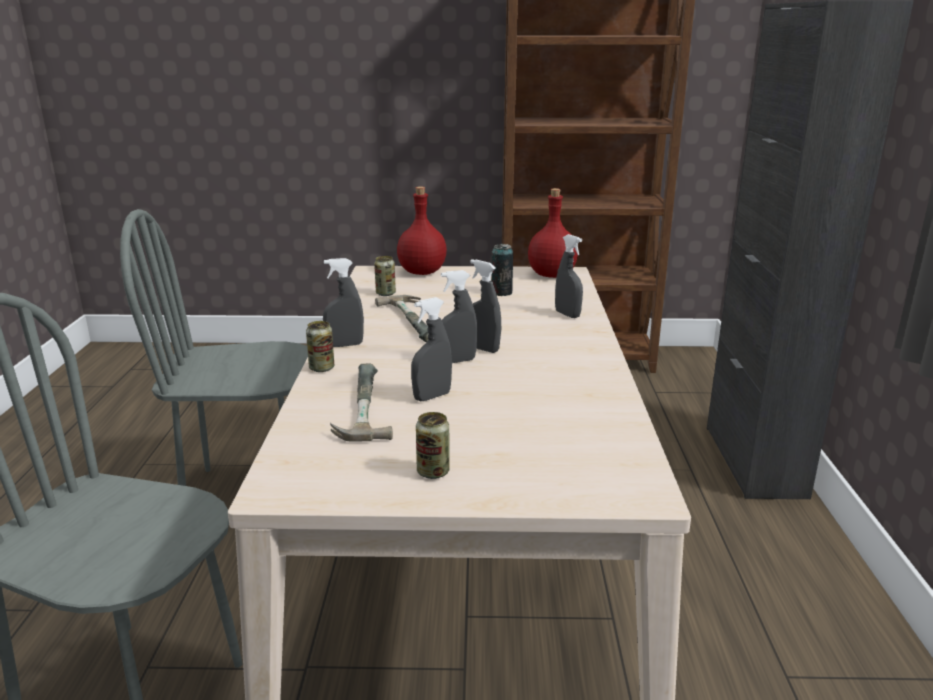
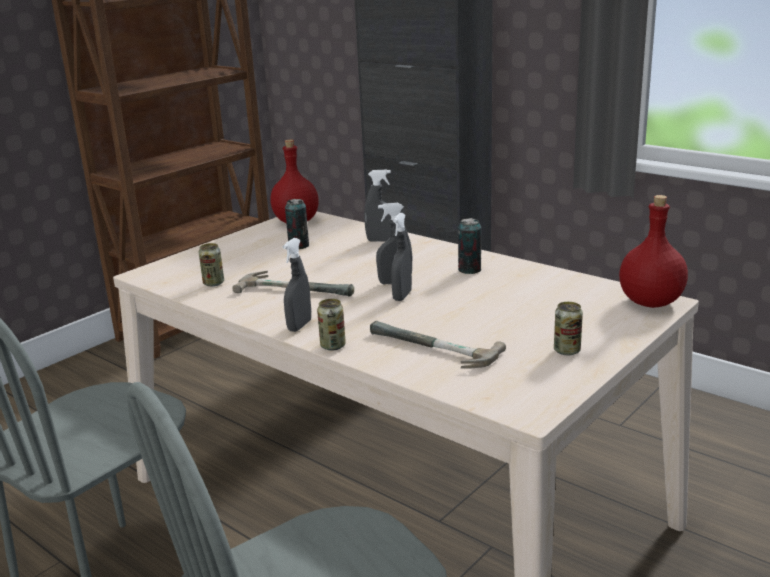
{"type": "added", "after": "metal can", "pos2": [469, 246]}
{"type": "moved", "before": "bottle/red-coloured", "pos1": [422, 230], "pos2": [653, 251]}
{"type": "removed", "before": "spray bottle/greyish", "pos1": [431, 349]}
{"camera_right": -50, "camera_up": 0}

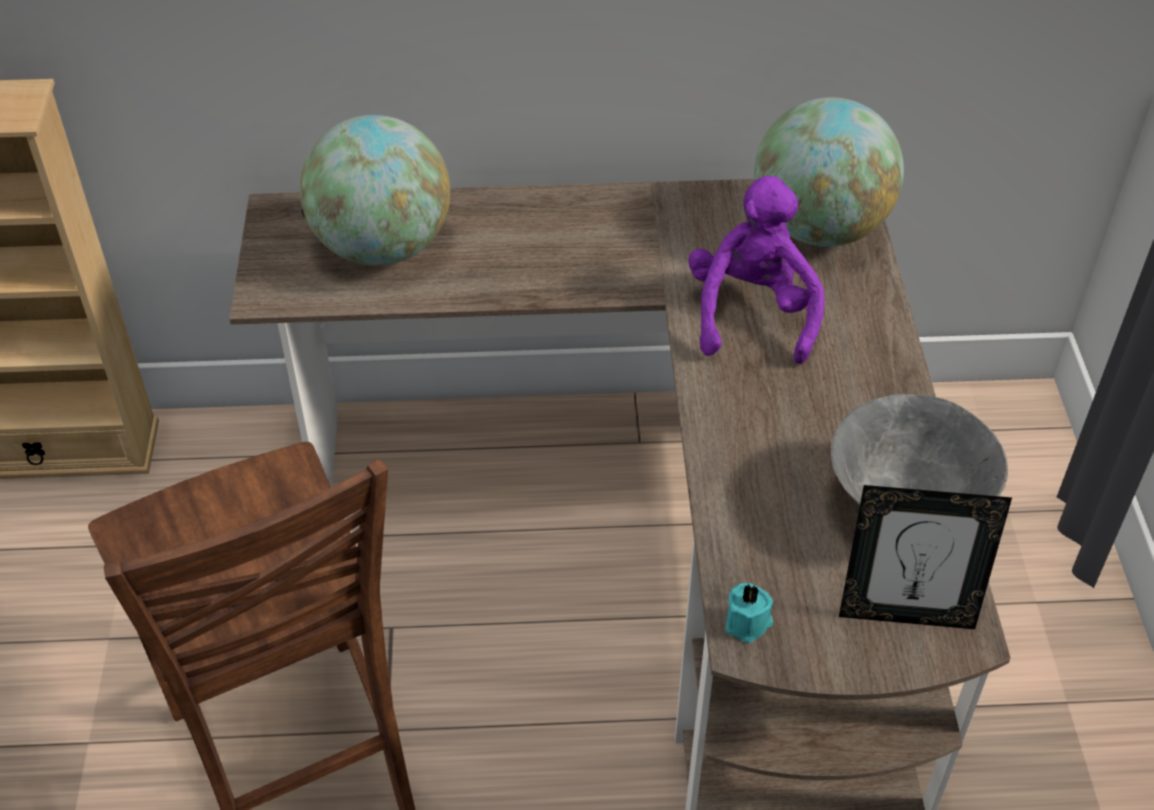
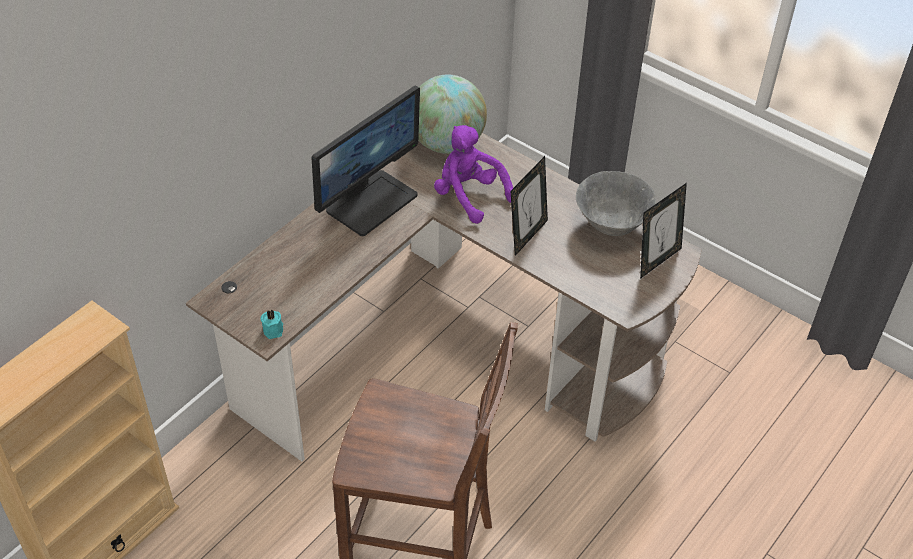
{"type": "moved", "before": "wax candle/turquoise", "pos1": [749, 613], "pos2": [271, 324]}
{"type": "added", "after": "computer display", "pos2": [366, 160]}
{"type": "added", "after": "standing frame", "pos2": [529, 206]}
{"type": "removed", "before": "world globe", "pos1": [375, 190]}
{"camera_right": -50, "camera_up": 0}

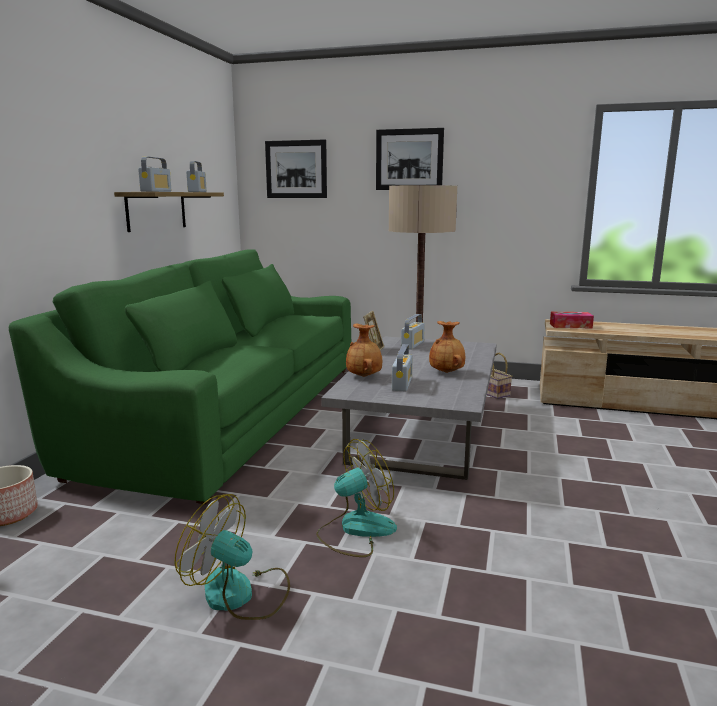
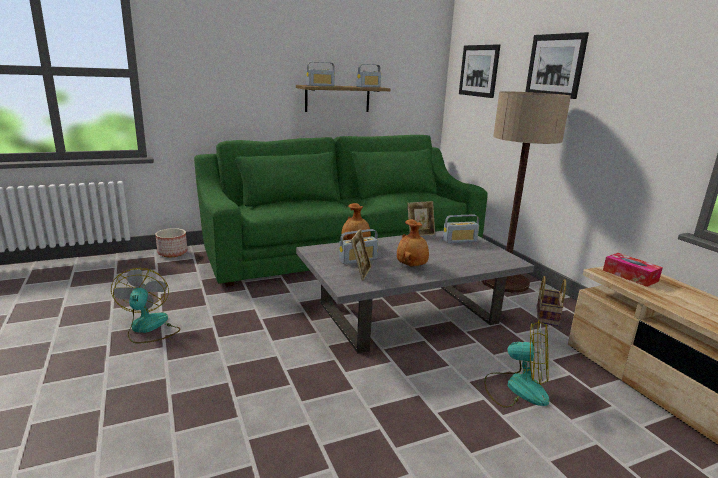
{"type": "added", "after": "standing frame", "pos2": [361, 255]}
{"type": "moved", "before": "cooling fan", "pos1": [356, 498], "pos2": [517, 364]}
{"camera_right": 50, "camera_up": 5}

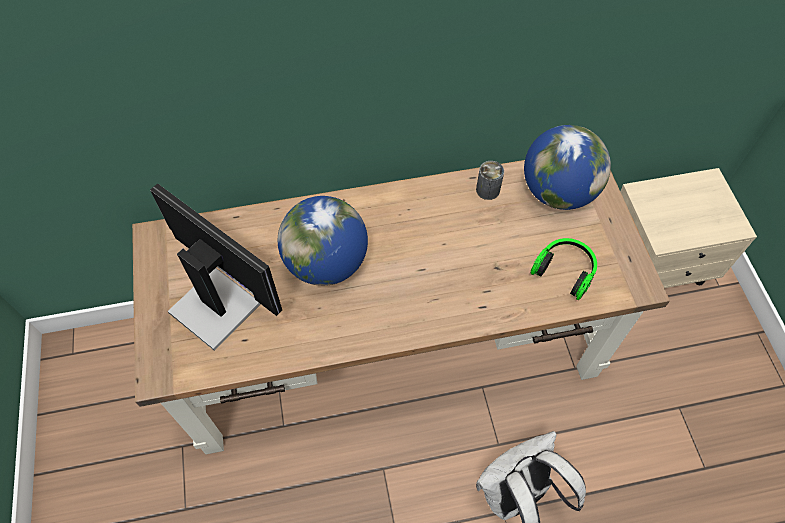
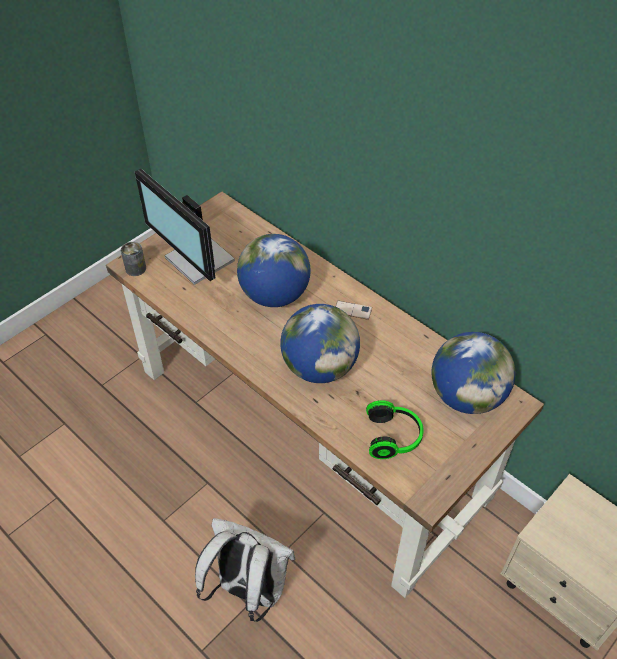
{"type": "moved", "before": "metal can", "pos1": [490, 180], "pos2": [133, 259]}
{"type": "turned", "before": "computer display", "pos1": [216, 267], "pos2": [185, 227], "turn": 135}
{"type": "added", "after": "world globe", "pos2": [320, 343]}
{"type": "added", "after": "handset", "pos2": [353, 310]}
{"camera_right": 55, "camera_up": -10}

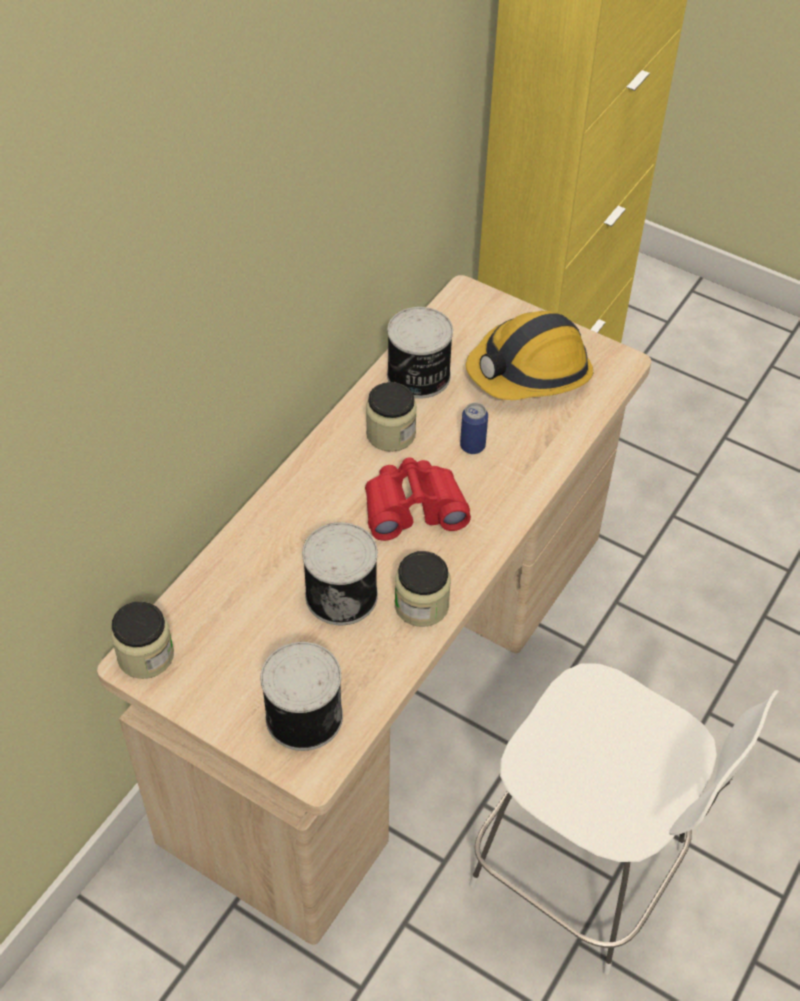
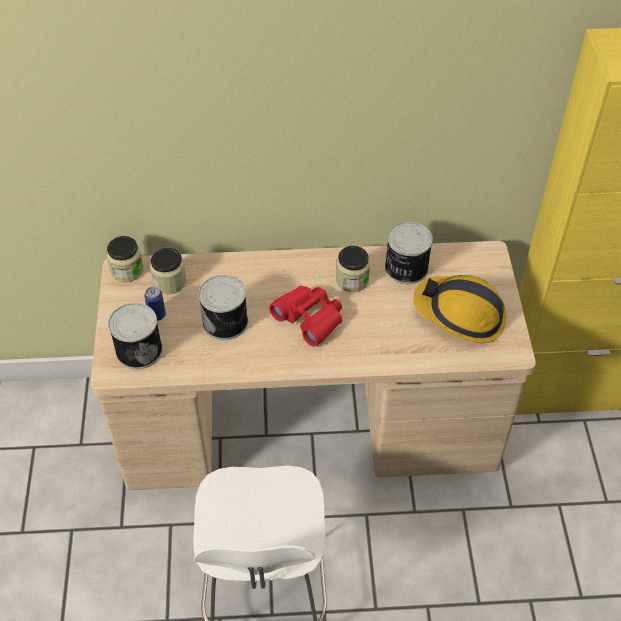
{"type": "moved", "before": "metal can", "pos1": [474, 428], "pos2": [155, 303]}
{"type": "moved", "before": "preserve jar", "pos1": [423, 589], "pos2": [168, 271]}
{"camera_right": 55, "camera_up": 0}

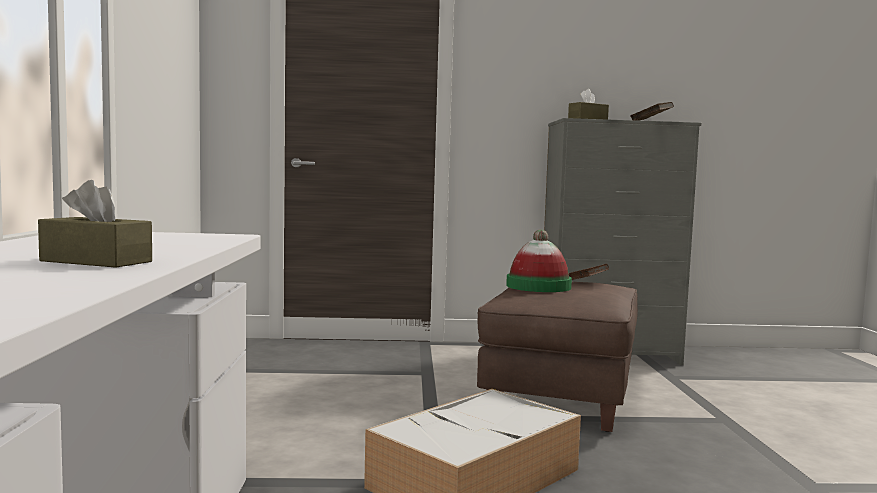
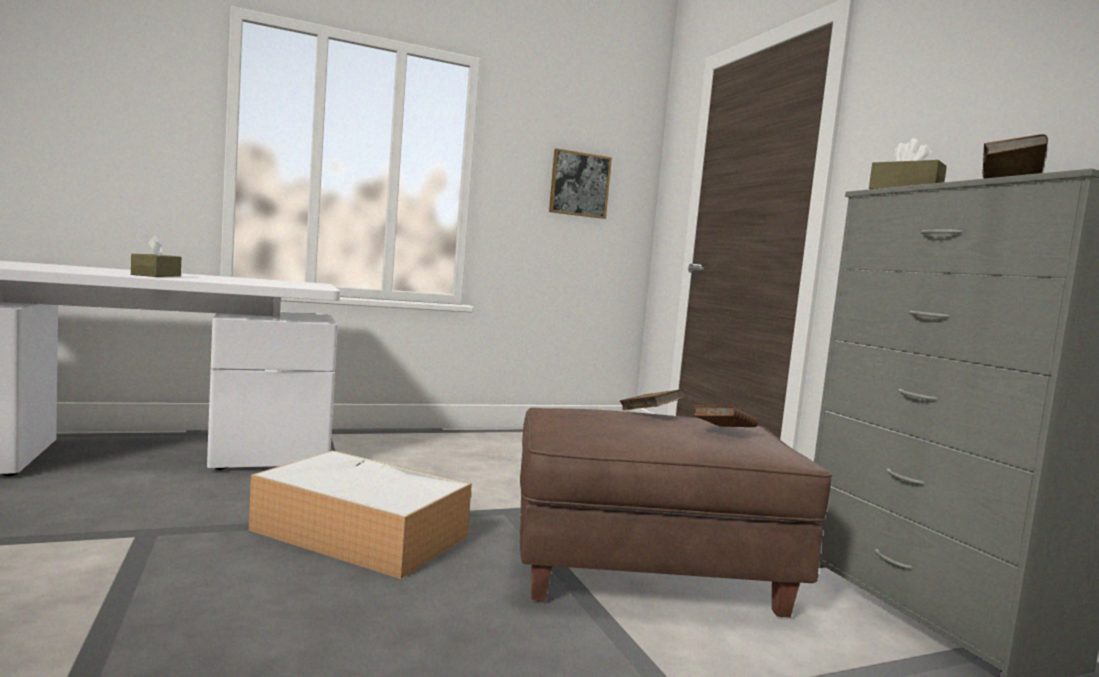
{"type": "added", "after": "picture", "pos2": [580, 183]}
{"type": "replaced", "before": "clothing hat", "after": "bound book/brown-coloured", "pos1": [539, 260], "pos2": [652, 399]}
{"camera_right": 70, "camera_up": 0}

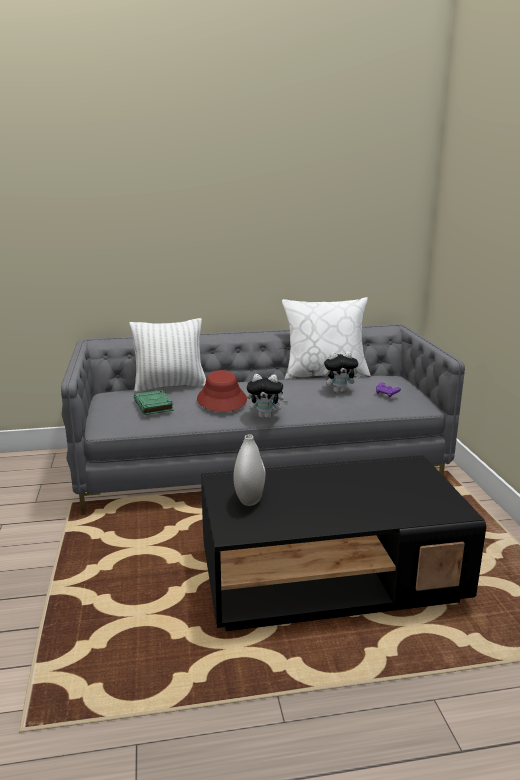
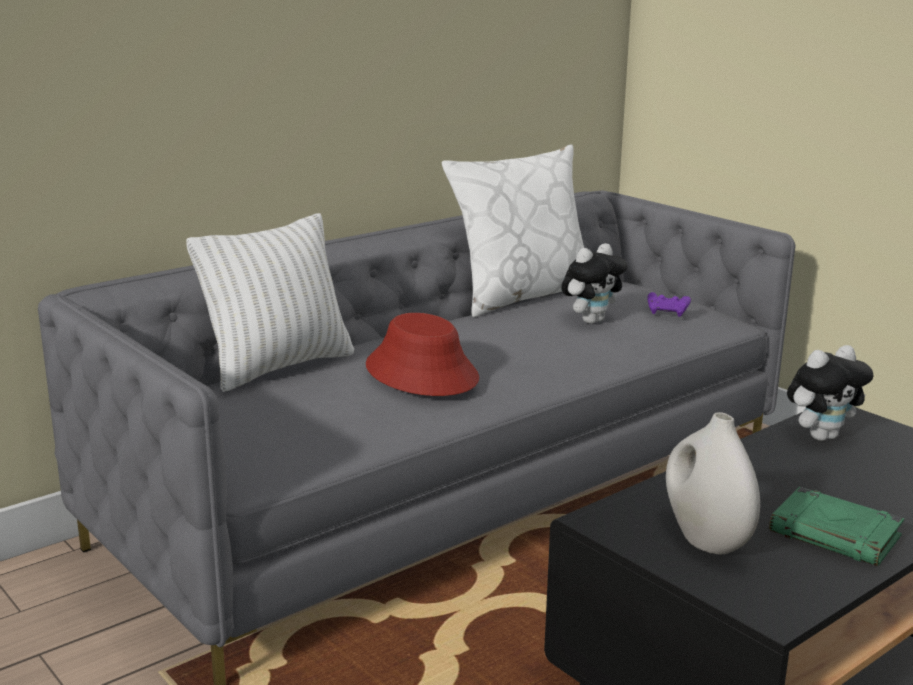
{"type": "moved", "before": "bound book/green-coloured", "pos1": [154, 402], "pos2": [836, 526]}
{"type": "moved", "before": "plush toy", "pos1": [267, 396], "pos2": [830, 393]}
{"camera_right": -30, "camera_up": 0}

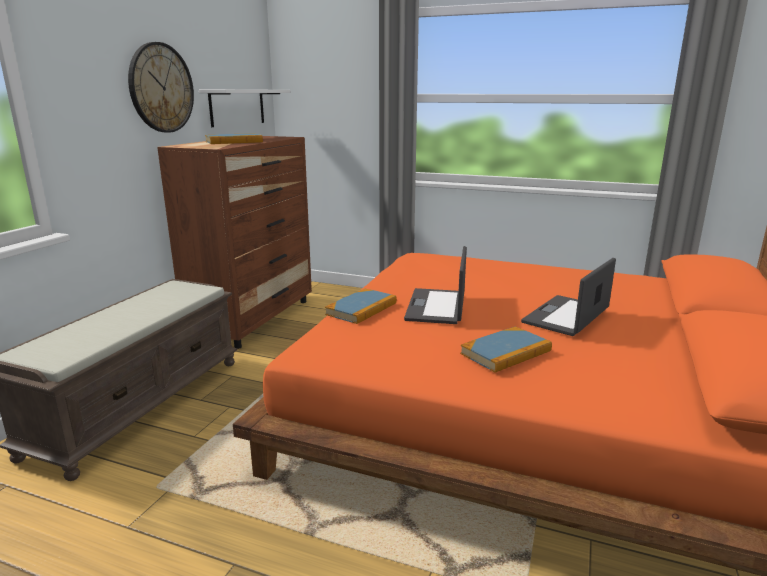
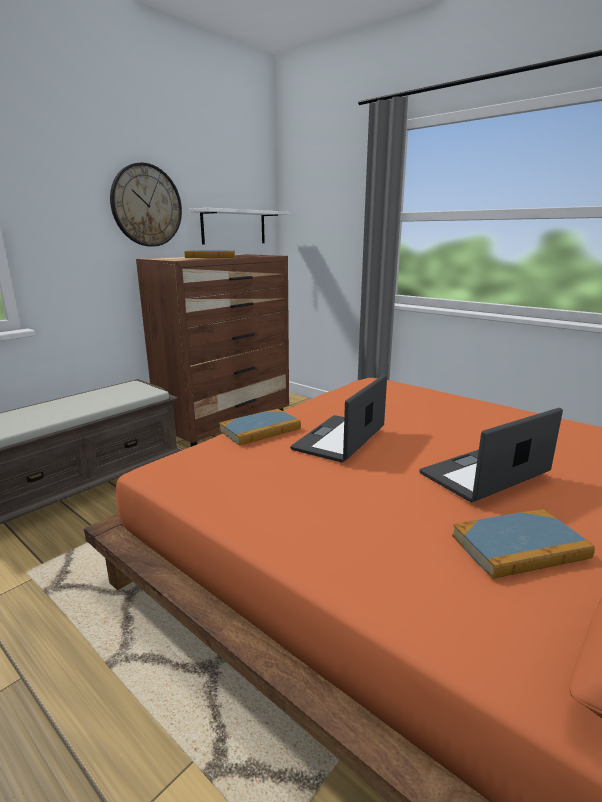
{"type": "moved", "before": "bound book", "pos1": [506, 349], "pos2": [523, 544]}
{"camera_right": 20, "camera_up": 0}

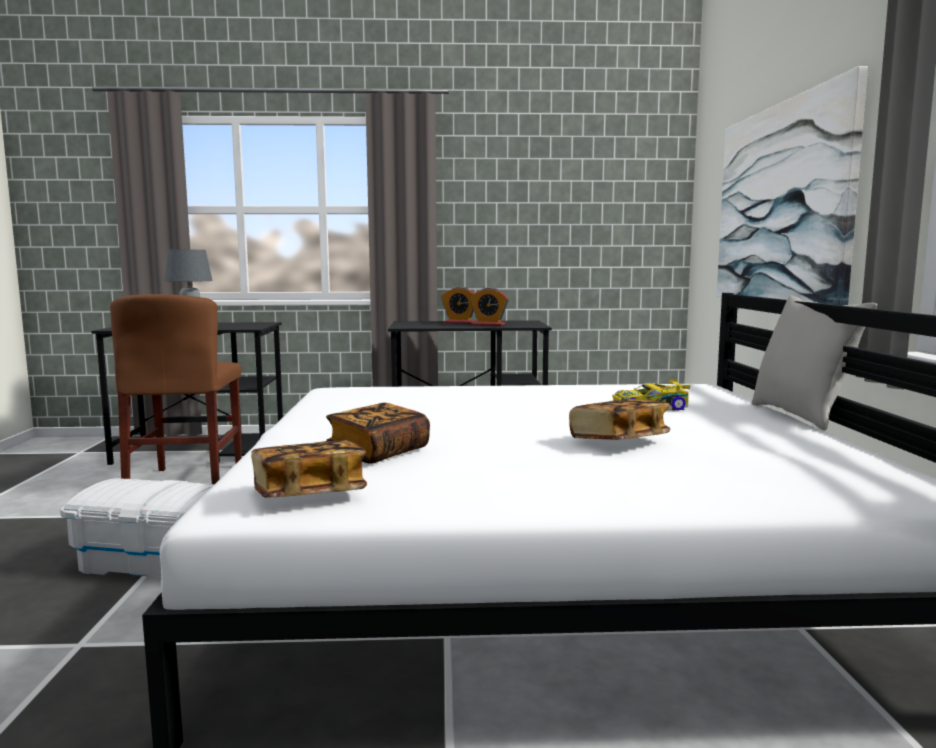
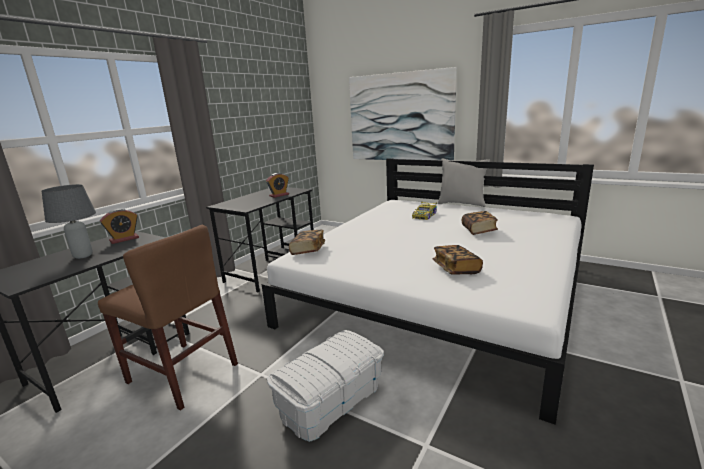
{"type": "moved", "before": "alarm clock", "pos1": [458, 305], "pos2": [119, 226]}
{"type": "moved", "before": "bound book", "pos1": [309, 469], "pos2": [307, 242]}
{"camera_right": -55, "camera_up": 10}

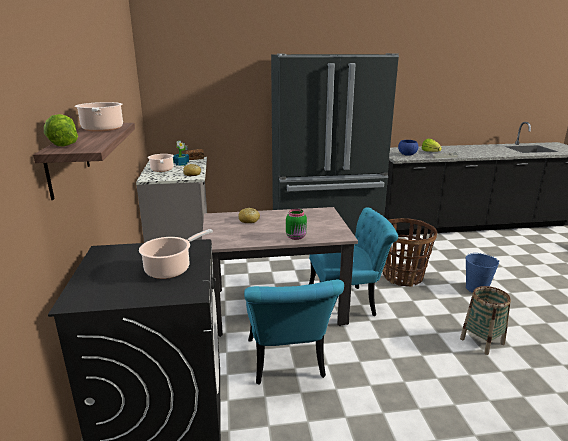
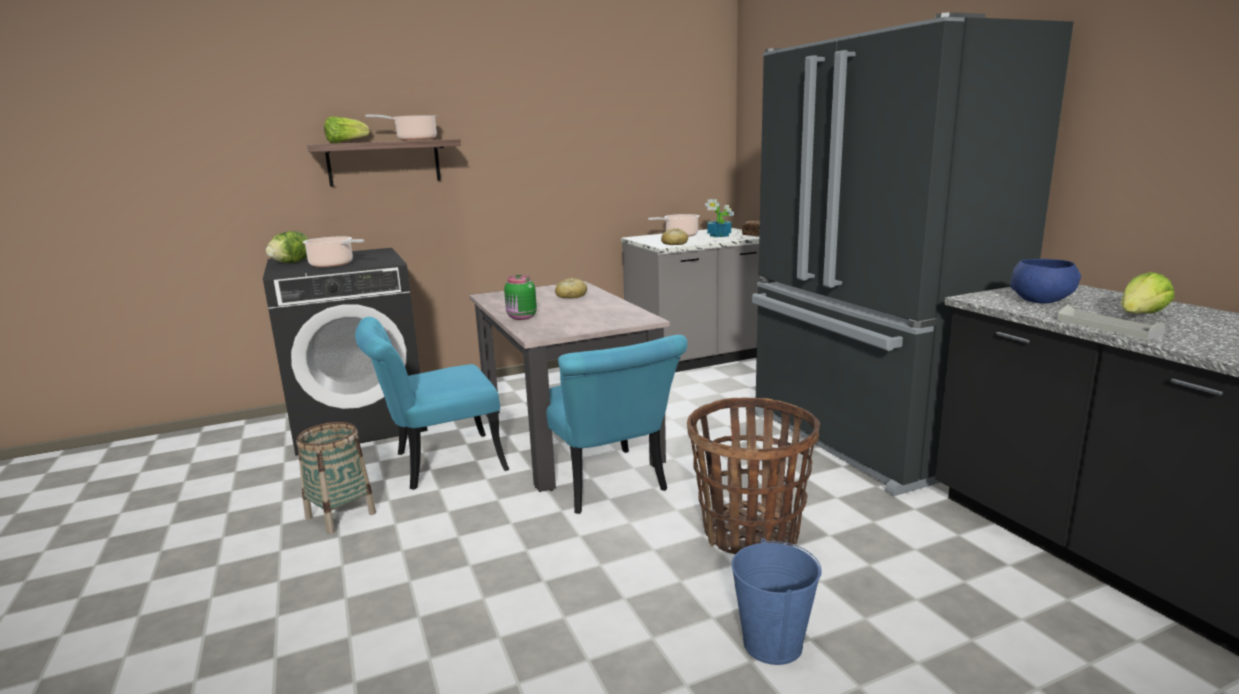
{"type": "added", "after": "head of lettuce", "pos2": [287, 247]}
{"type": "moved", "before": "basket", "pos1": [485, 320], "pos2": [336, 478]}
{"camera_right": 75, "camera_up": -5}

